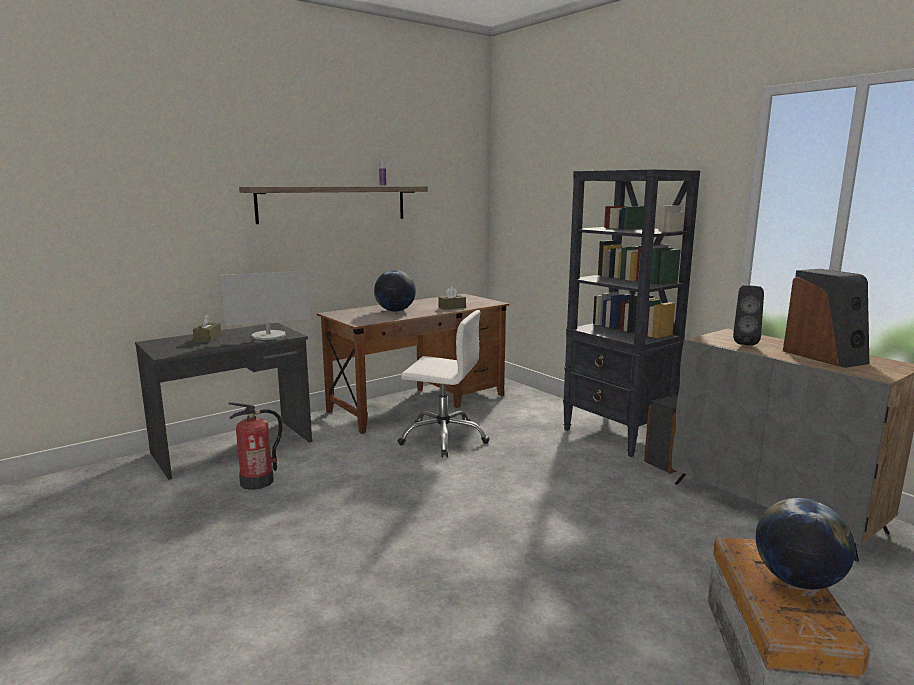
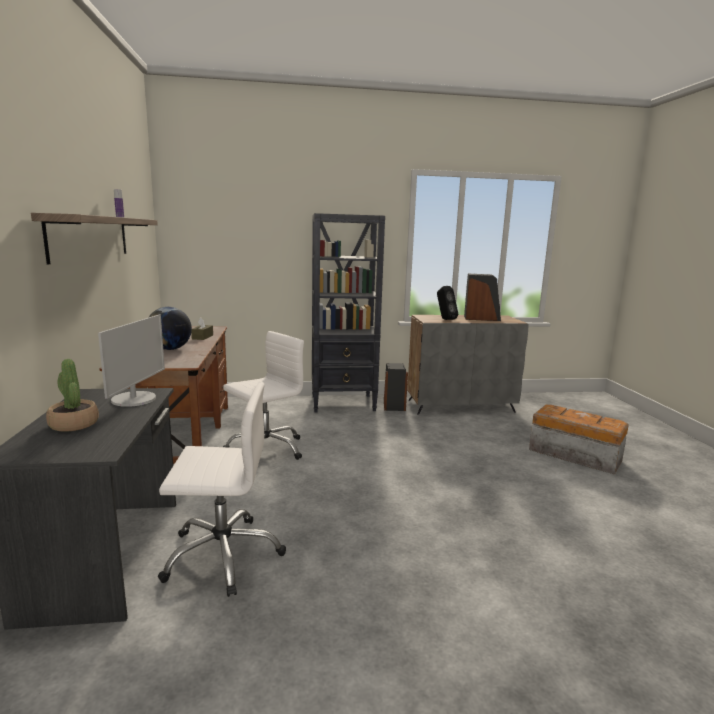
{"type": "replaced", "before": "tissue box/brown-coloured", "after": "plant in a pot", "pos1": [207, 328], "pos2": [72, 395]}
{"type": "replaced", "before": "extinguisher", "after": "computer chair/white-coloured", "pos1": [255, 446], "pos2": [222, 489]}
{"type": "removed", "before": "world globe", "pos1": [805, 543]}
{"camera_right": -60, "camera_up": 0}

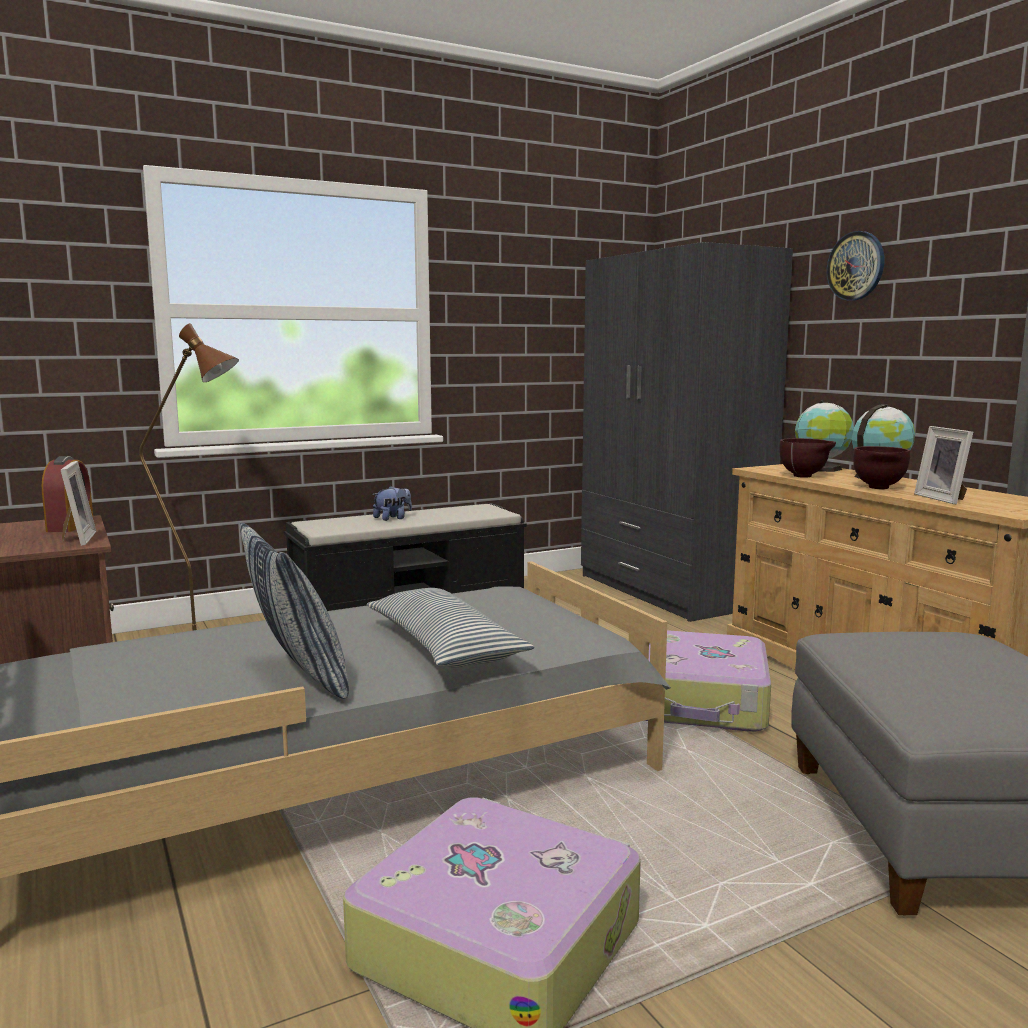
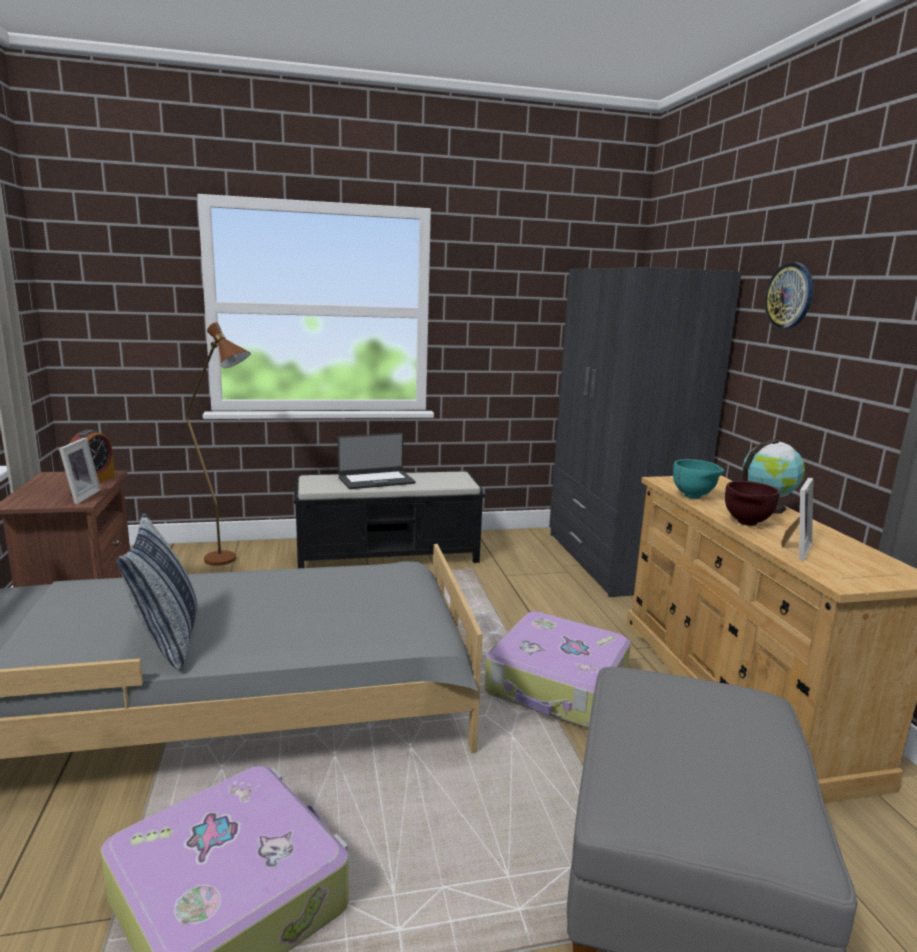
{"type": "replaced", "before": "plush toy", "after": "notebook computer", "pos1": [392, 503], "pos2": [377, 461]}
{"type": "recoloured", "before": "bowl/brown-coloured", "after": "bowl/turquoise", "pos1": [807, 458], "pos2": [698, 479]}
{"type": "turned", "before": "standing frame", "pos1": [943, 465], "pos2": [797, 519], "turn": -150}
{"type": "removed", "before": "cushion", "pos1": [450, 628]}
{"type": "removed", "before": "world globe", "pos1": [824, 436]}
{"camera_right": 15, "camera_up": 5}

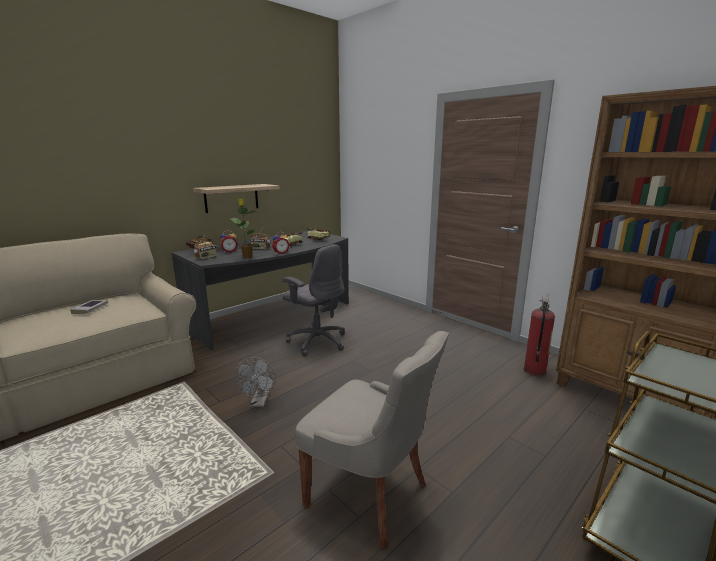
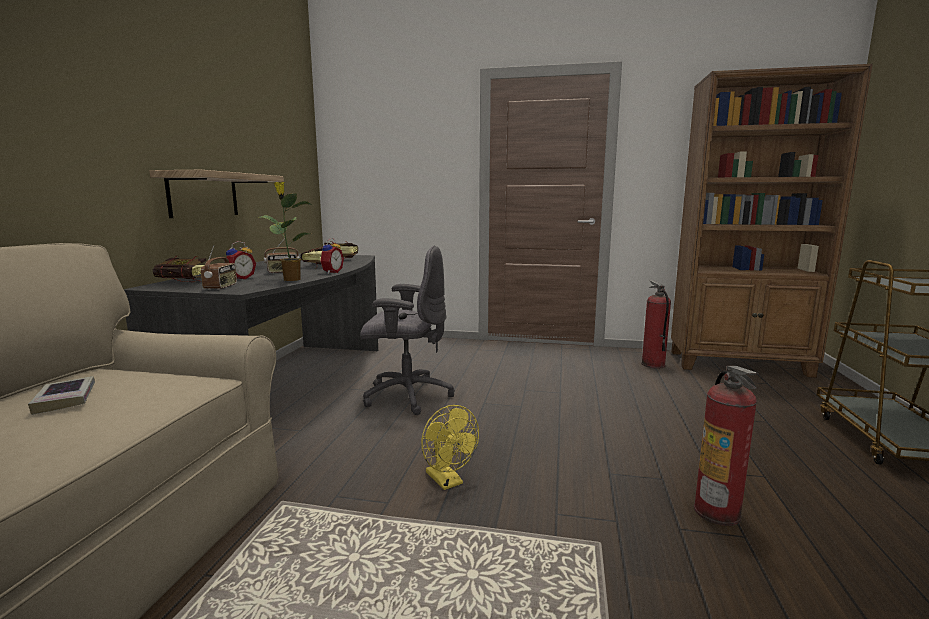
{"type": "recoloured", "before": "cooling fan/greyish", "after": "cooling fan/yellowish", "pos1": [255, 382], "pos2": [450, 447]}
{"type": "replaced", "before": "chair/greyish", "after": "extinguisher", "pos1": [372, 440], "pos2": [726, 446]}
{"camera_right": -35, "camera_up": -5}

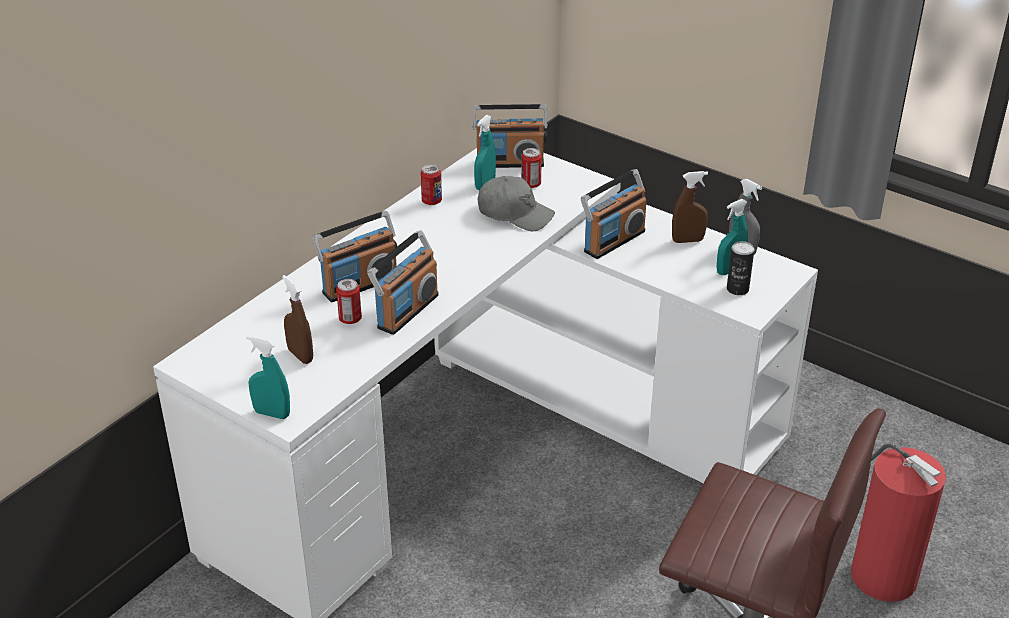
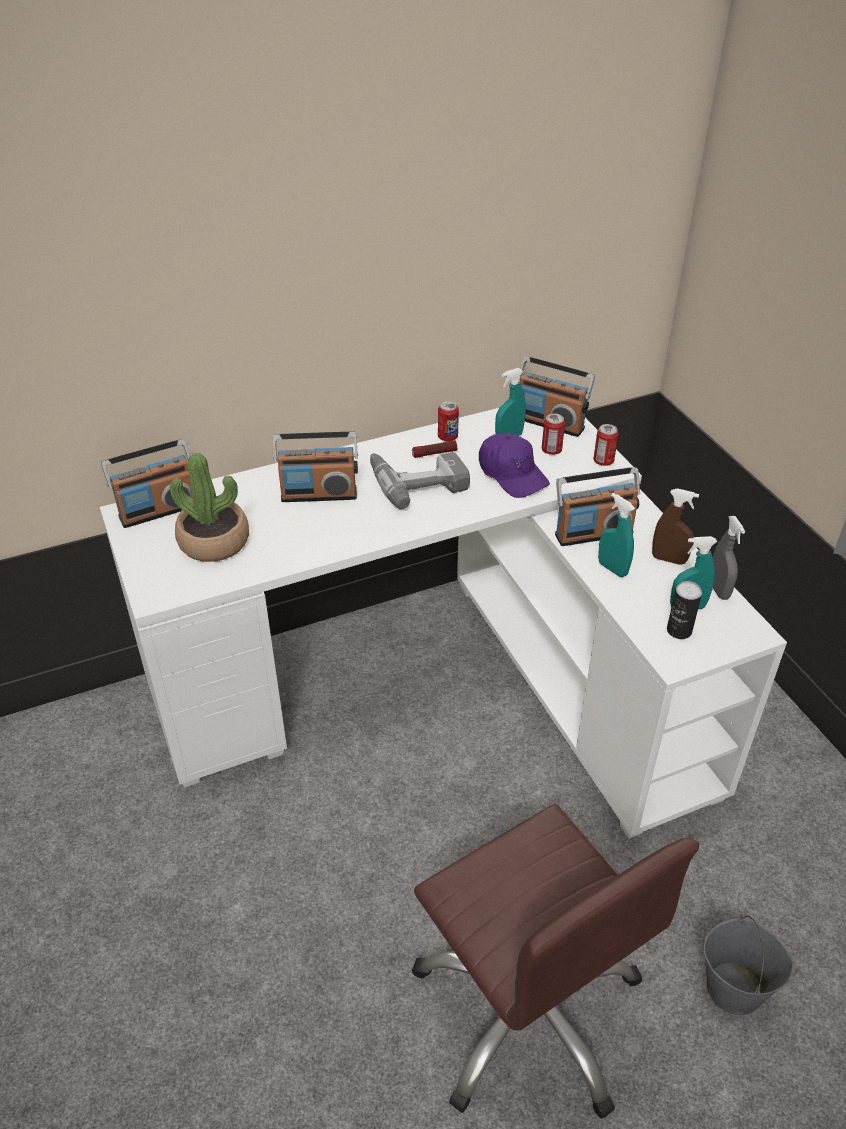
{"type": "moved", "before": "radio set", "pos1": [403, 282], "pos2": [147, 483]}
{"type": "replaced", "before": "spray bottle/brown-coloured", "after": "plant in a pot", "pos1": [297, 319], "pos2": [209, 507]}
{"type": "added", "after": "electric drill", "pos2": [420, 480]}
{"type": "added", "after": "torch", "pos2": [434, 449]}
{"type": "recoloured", "before": "cap/greyish", "after": "cap/purplish", "pos1": [516, 203], "pos2": [514, 465]}
{"type": "moved", "before": "metal can", "pos1": [349, 301], "pos2": [606, 445]}
{"type": "moved", "before": "spray bottle/turquoise", "pos1": [268, 377], "pos2": [616, 535]}
{"type": "replaced", "before": "extinguisher", "after": "bucket/greyish", "pos1": [898, 522], "pos2": [749, 965]}
{"camera_right": 30, "camera_up": 5}

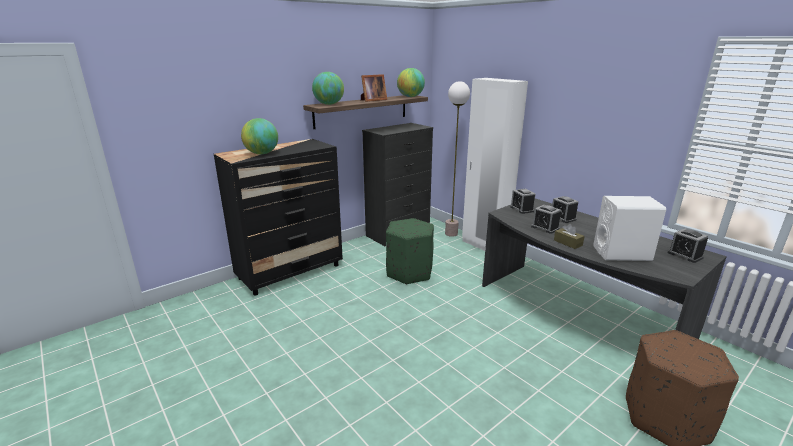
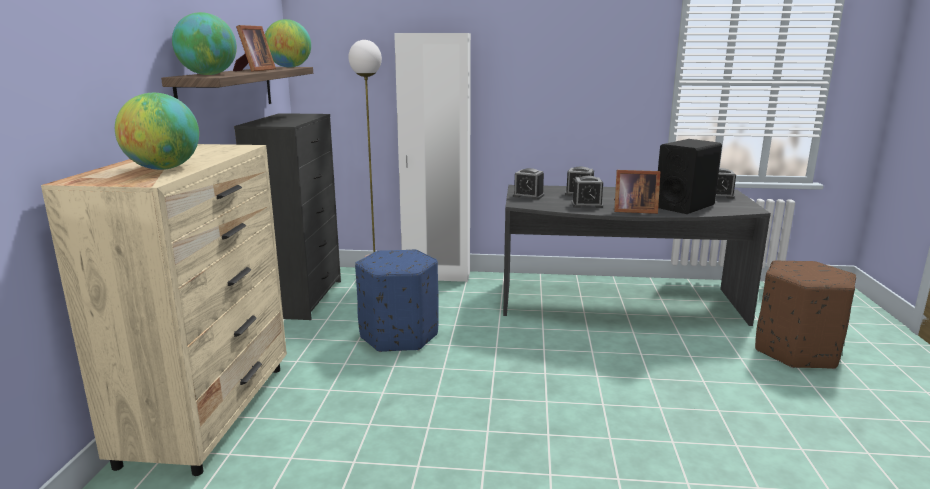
{"type": "recoloured", "before": "dresser/black", "after": "dresser/beige", "pos1": [278, 217], "pos2": [164, 310]}
{"type": "recoloured", "before": "footrest/green-coloured", "after": "footrest/bluish", "pos1": [410, 251], "pos2": [397, 301]}
{"type": "replaced", "before": "tissue box/brown-coloured", "after": "standing frame", "pos1": [569, 236], "pos2": [637, 192]}
{"type": "recoloured", "before": "audio speaker/white-coloured", "after": "audio speaker/black", "pos1": [630, 228], "pos2": [690, 176]}
{"camera_right": -45, "camera_up": -5}

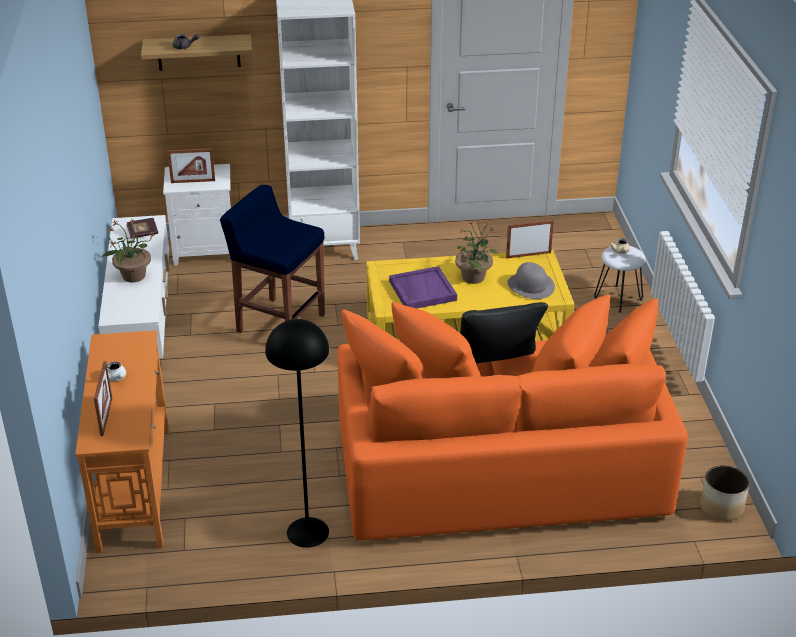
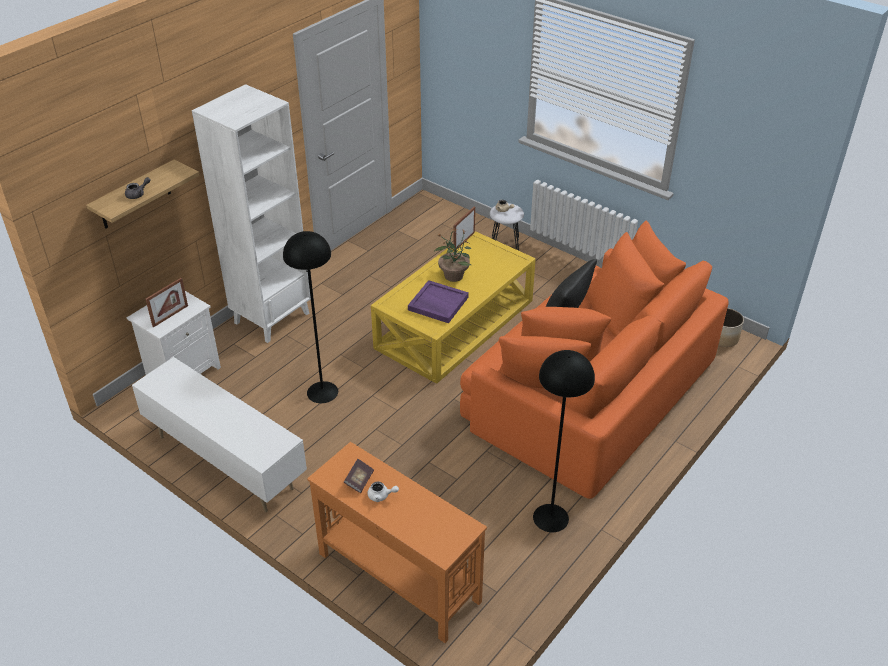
{"type": "replaced", "before": "sitting stool/bluish", "after": "standard lamp/black", "pos1": [272, 259], "pos2": [310, 317]}
{"type": "moved", "before": "bound book", "pos1": [142, 228], "pos2": [359, 476]}
{"type": "removed", "before": "standing frame", "pos1": [103, 398]}
{"type": "removed", "before": "plant in a pot", "pos1": [127, 250]}
{"type": "removed", "before": "clothing hat/greyish", "pos1": [531, 280]}
{"camera_right": -45, "camera_up": 5}

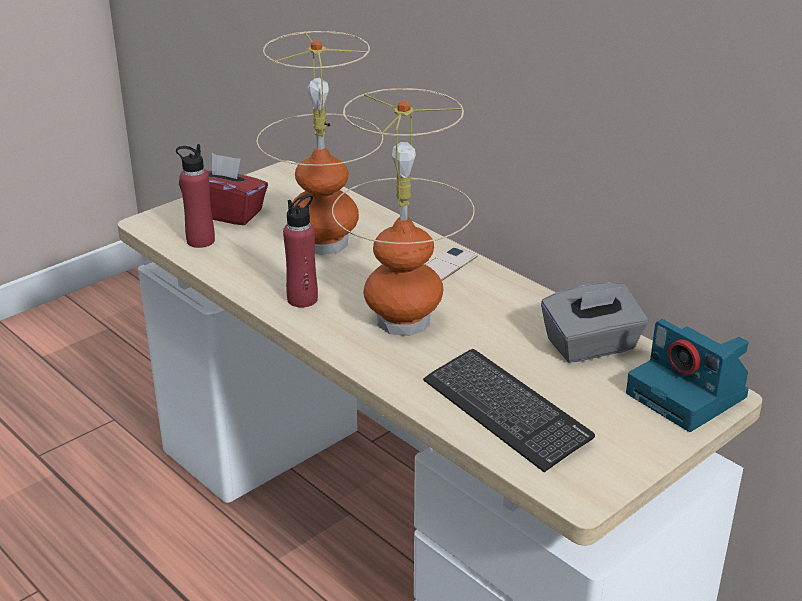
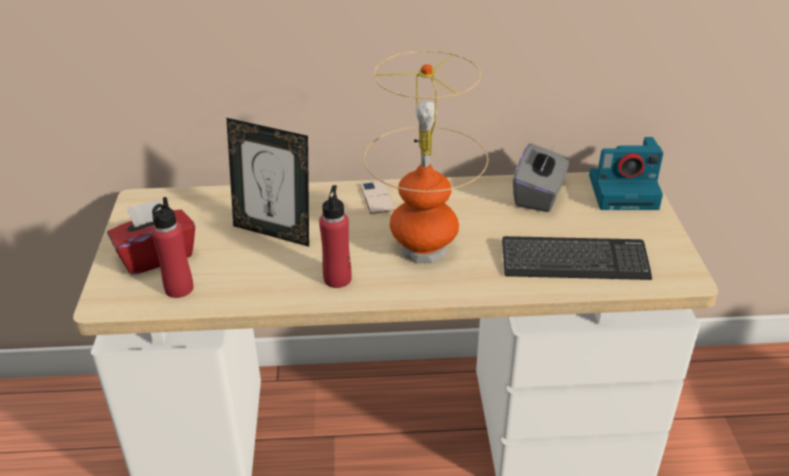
{"type": "replaced", "before": "tabletop lamp", "after": "standing frame", "pos1": [320, 143], "pos2": [267, 182]}
{"camera_right": -50, "camera_up": 5}

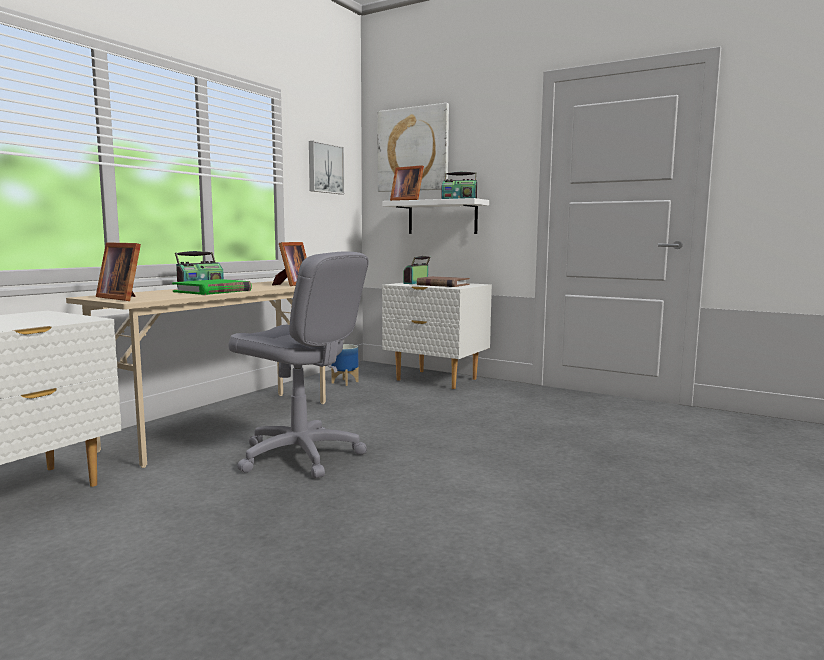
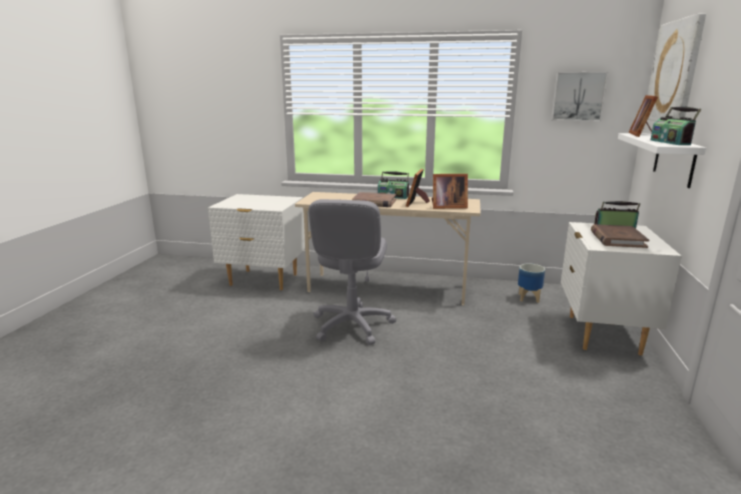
{"type": "recoloured", "before": "bound book/green-coloured", "after": "bound book/brown-coloured", "pos1": [212, 287], "pos2": [374, 199]}
{"type": "moved", "before": "standing frame", "pos1": [118, 271], "pos2": [418, 188]}
{"camera_right": 70, "camera_up": 10}

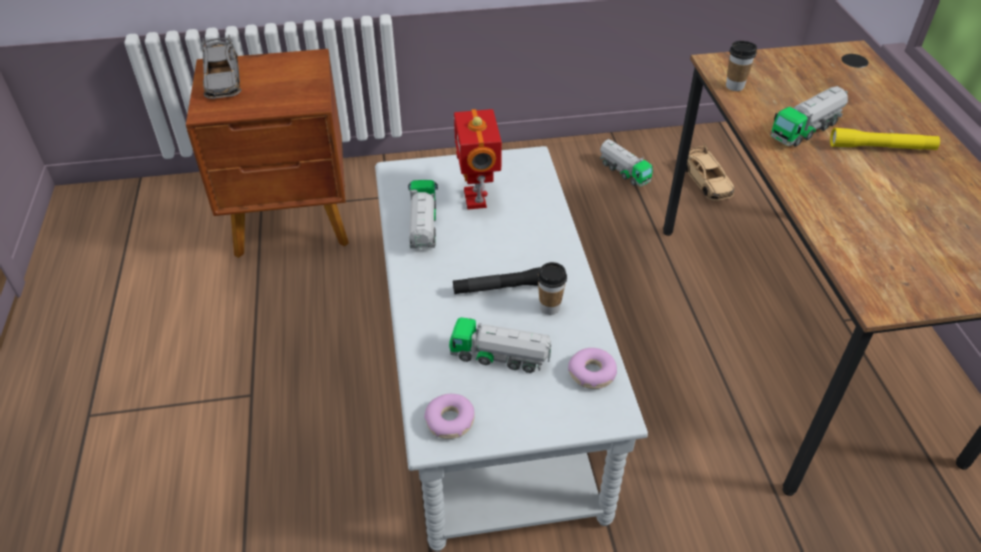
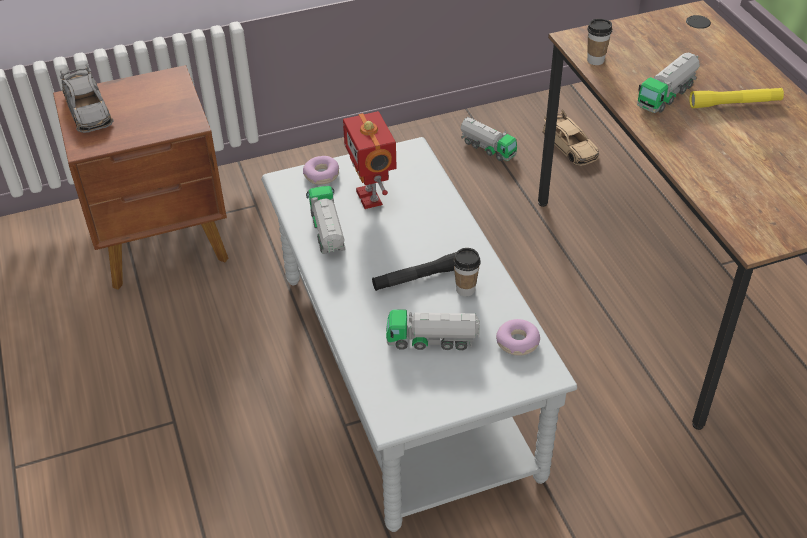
{"type": "moved", "before": "ring doughnut", "pos1": [449, 416], "pos2": [321, 170]}
{"camera_right": -10, "camera_up": 0}

